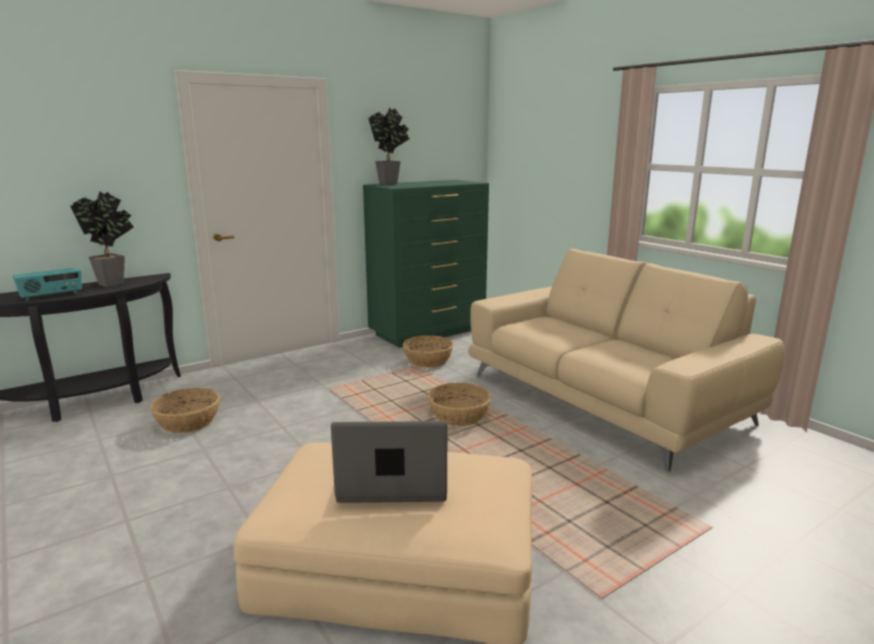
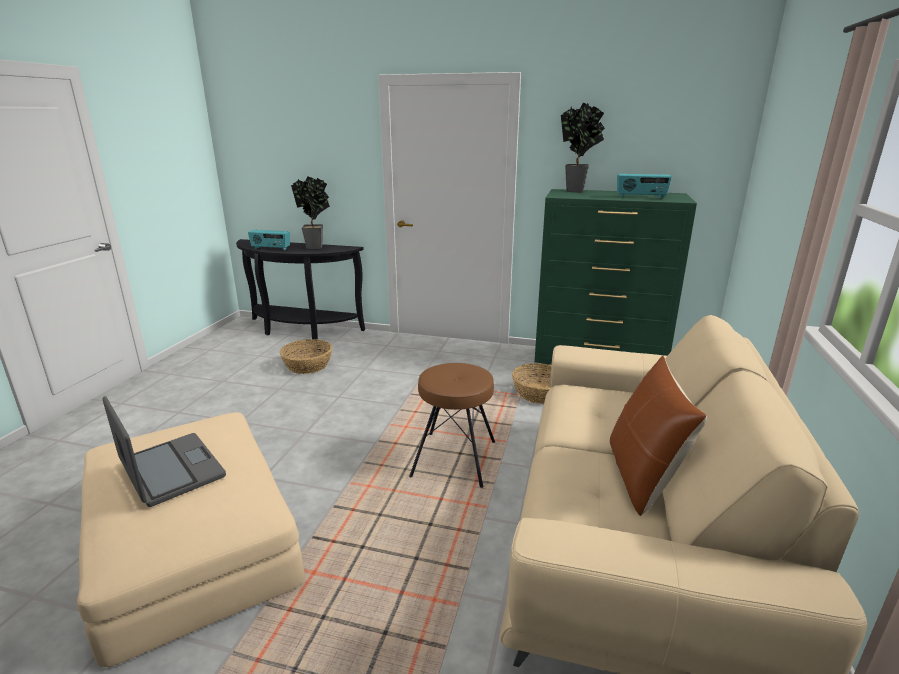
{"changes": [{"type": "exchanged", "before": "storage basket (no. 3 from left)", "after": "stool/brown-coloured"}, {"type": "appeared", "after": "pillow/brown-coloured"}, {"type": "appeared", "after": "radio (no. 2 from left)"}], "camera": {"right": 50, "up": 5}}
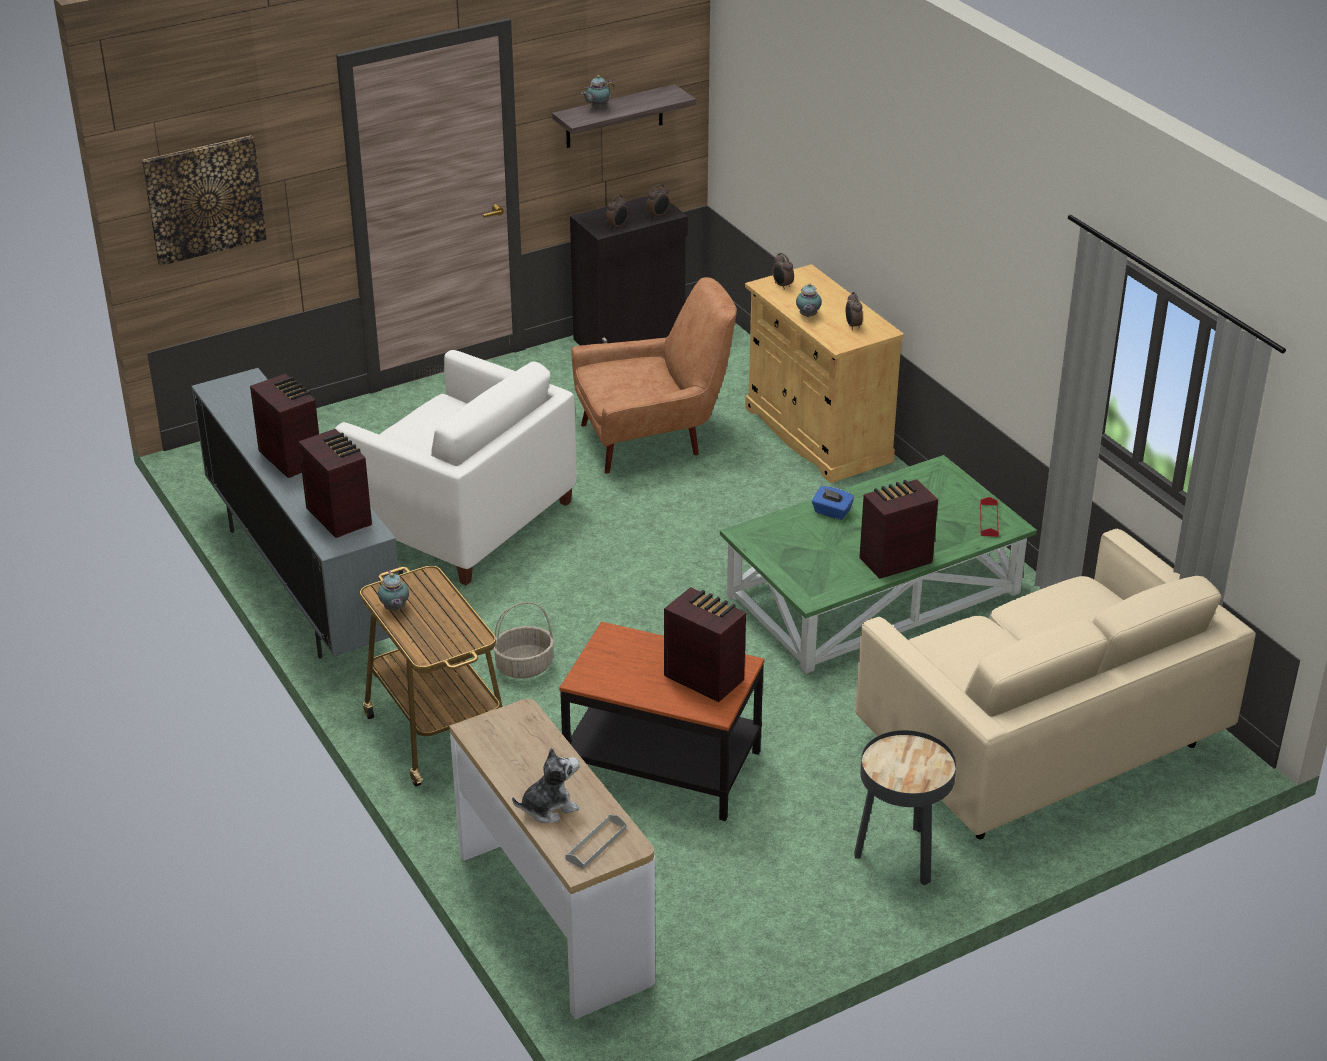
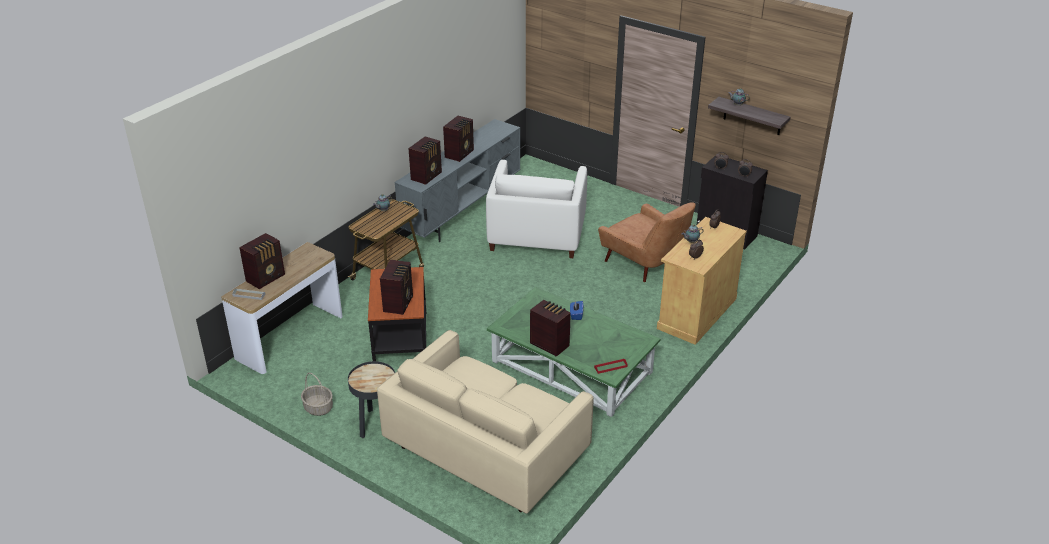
{"changes": [{"type": "exchanged", "before": "soft toy", "after": "radio (no. 1 from left)"}, {"type": "relocated", "before": "storage basket"}, {"type": "missing", "before": "wall art"}], "camera": {"right": 65, "up": 0}}
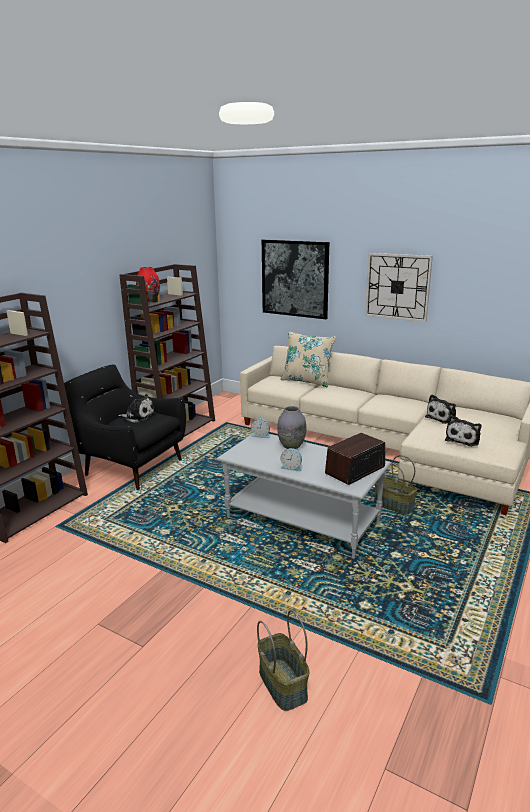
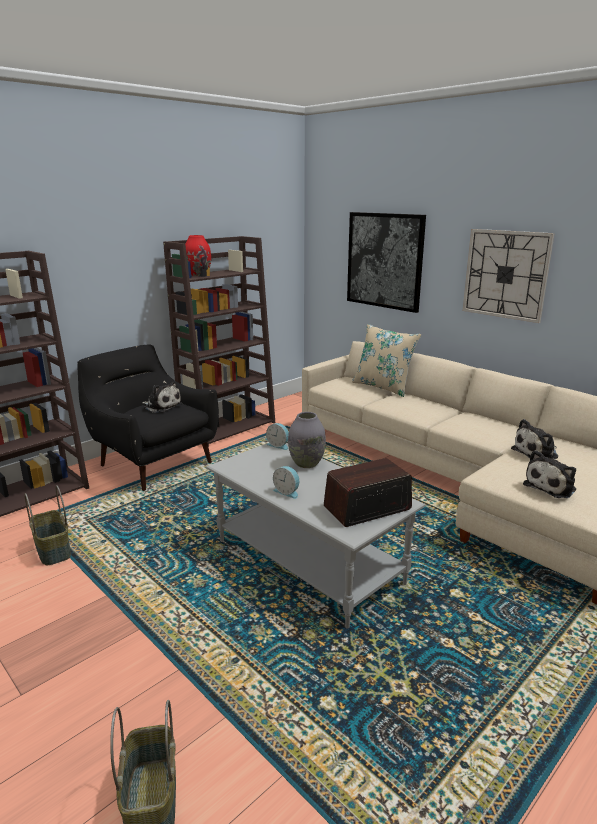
{"changes": [{"type": "relocated", "before": "storage basket (no. 2 from left in the first image)", "after": "storage basket (no. 1 from left)"}], "camera": {"right": 15, "up": 0}}
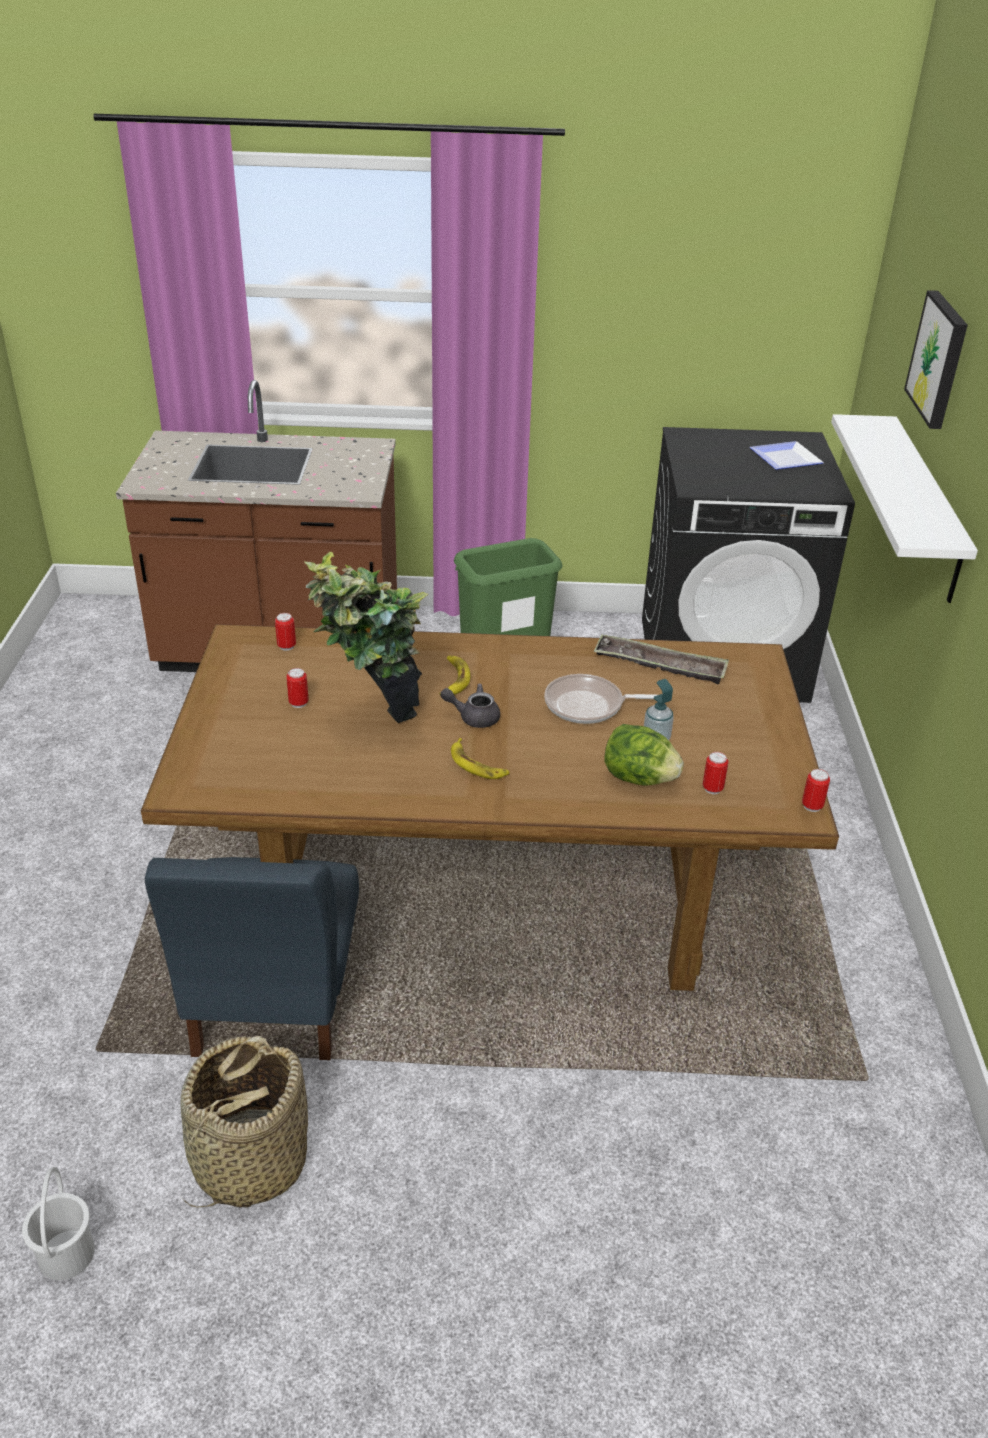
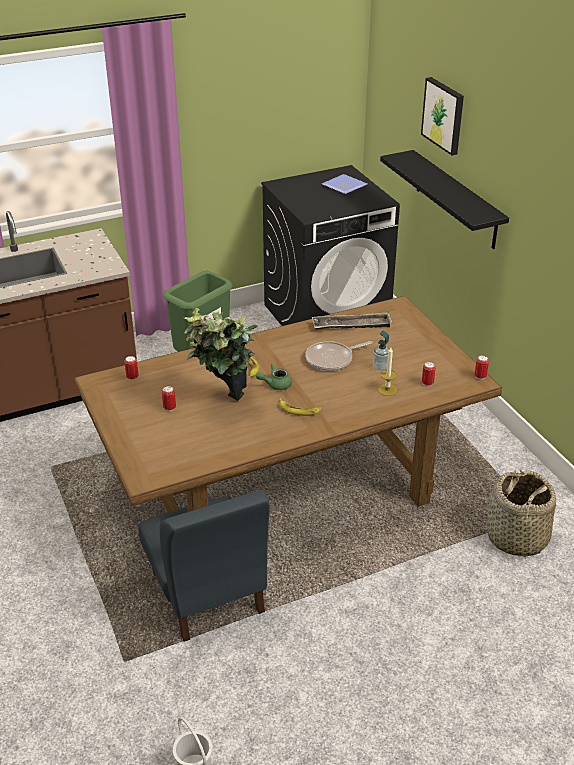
{"changes": [{"type": "colour", "before": "pot for tea/grey", "after": "pot for tea/greenish"}, {"type": "exchanged", "before": "head of lettuce", "after": "wax light"}, {"type": "colour", "before": "bracket shelf/white-coloured", "after": "bracket shelf/black"}, {"type": "relocated", "before": "storage basket"}], "camera": {"right": -25, "up": 0}}
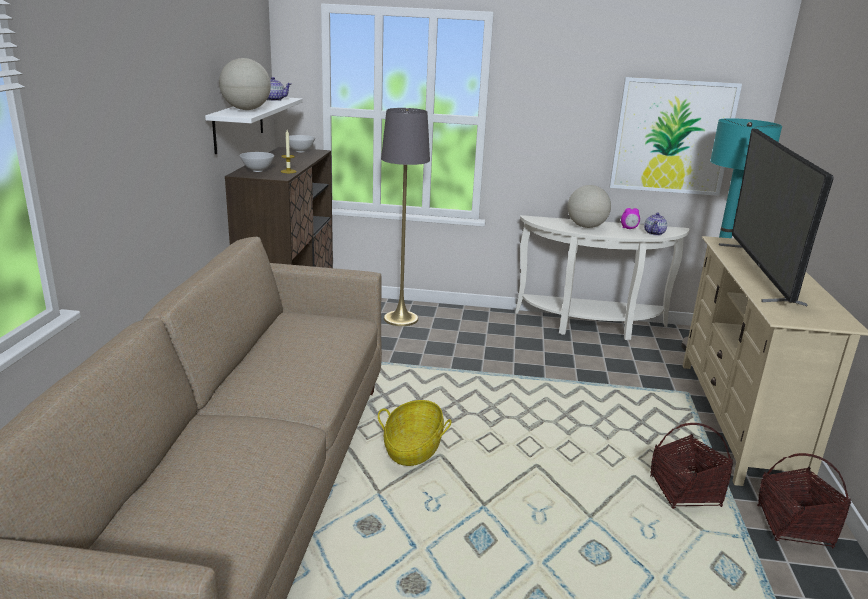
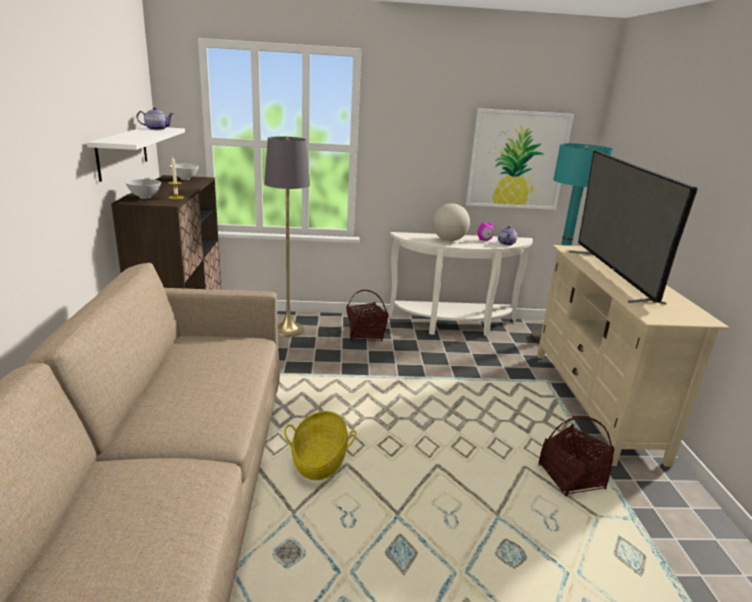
{"changes": [{"type": "relocated", "before": "storage basket (no. 3 from left in the first image)", "after": "storage basket (no. 2 from left)"}, {"type": "missing", "before": "world globe (no. 1 from left)"}], "camera": {"right": -10, "up": 0}}
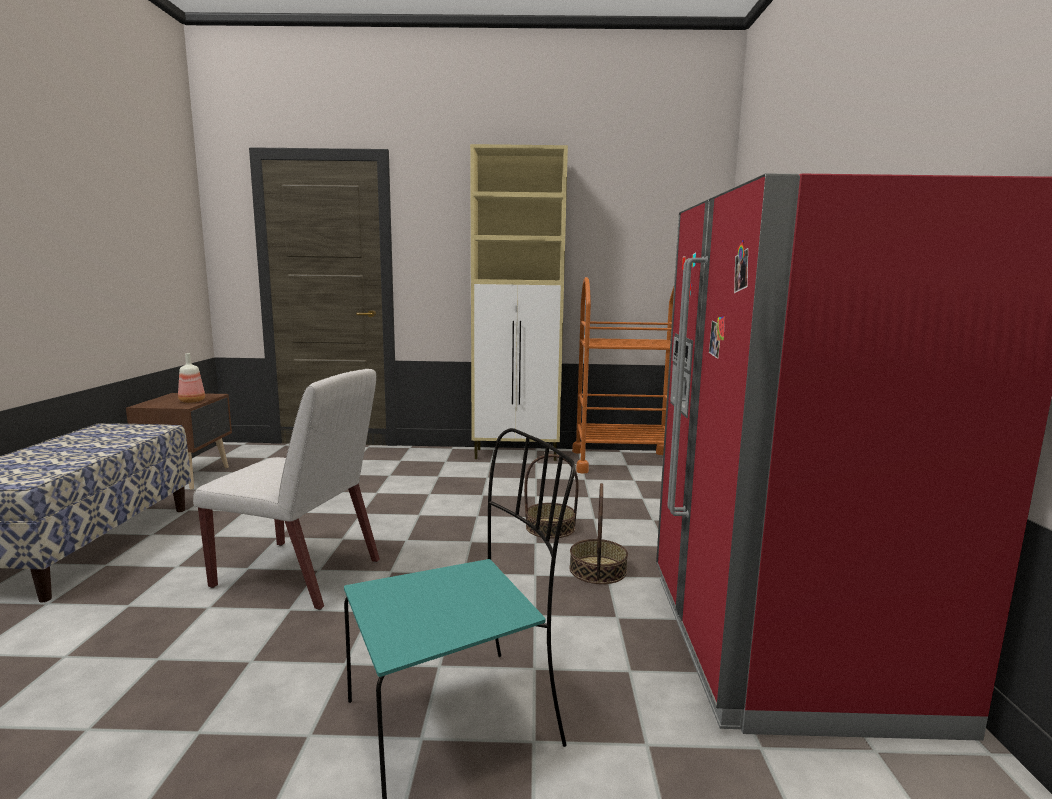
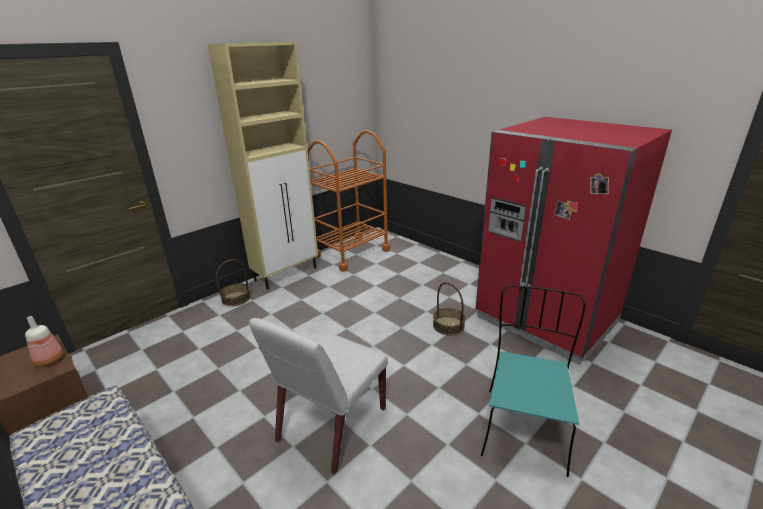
{"changes": [{"type": "relocated", "before": "storage basket (no. 1 from left)"}, {"type": "spun", "before": "chair/white-coloured", "turn": 150}], "camera": {"right": -45, "up": 15}}
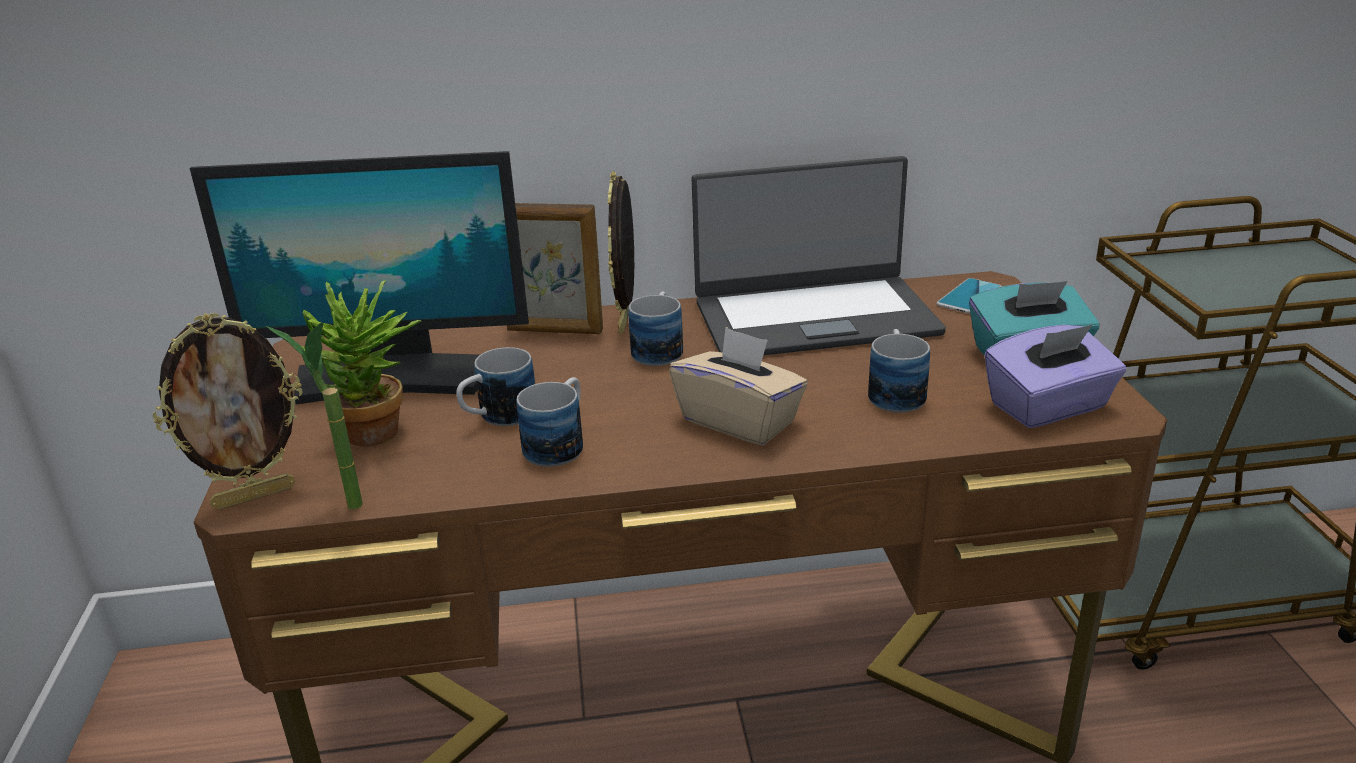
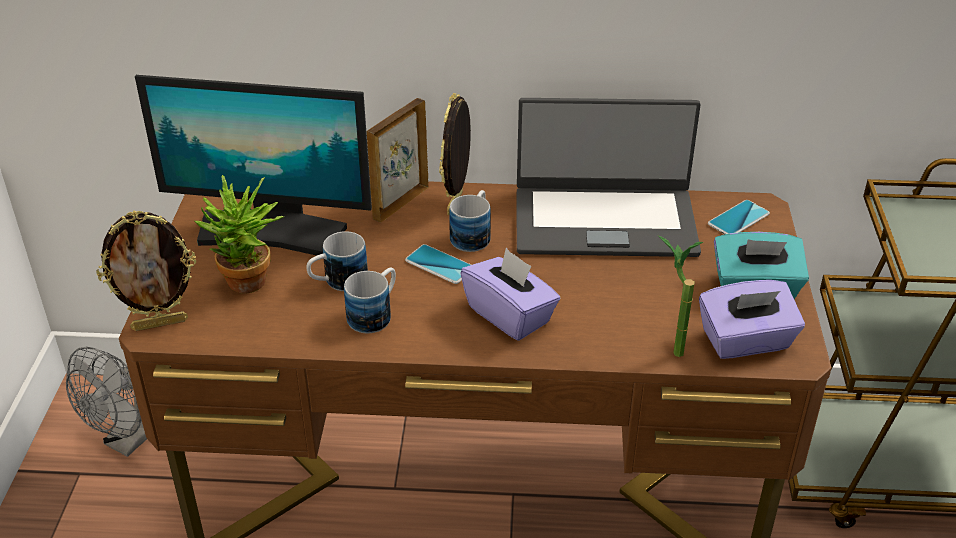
{"changes": [{"type": "appeared", "after": "cooling fan/grey"}, {"type": "spun", "before": "standing frame (no. 2 from left)", "turn": 105}, {"type": "appeared", "after": "handset (no. 1 from left)"}, {"type": "colour", "before": "tissue box/beige", "after": "tissue box/purple-coloured (no. 1 from left)"}, {"type": "relocated", "before": "potted plant (no. 1 from left in the first image)", "after": "potted plant (no. 2 from left)"}, {"type": "missing", "before": "mug (no. 4 from left)"}], "camera": {"right": 10, "up": 10}}
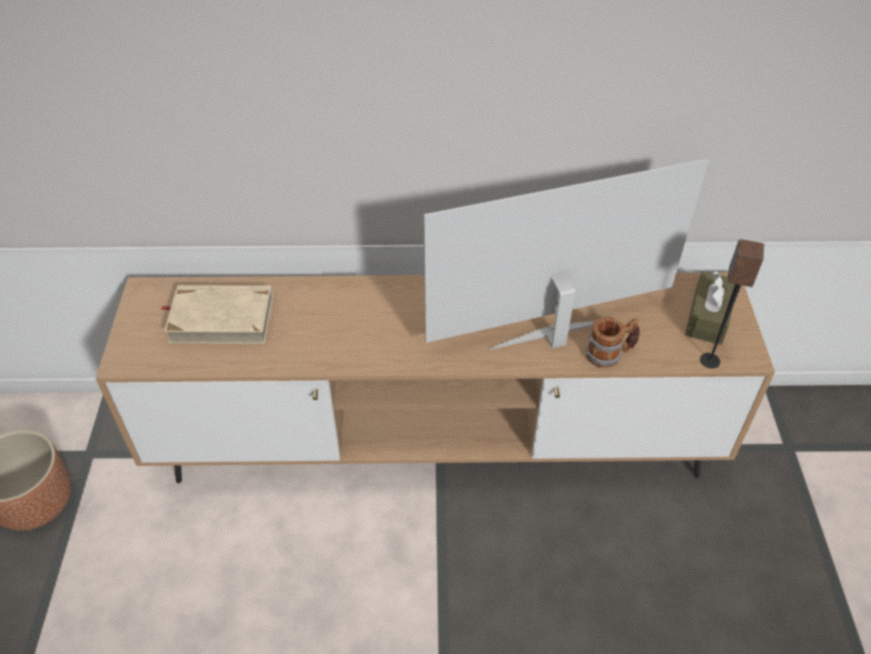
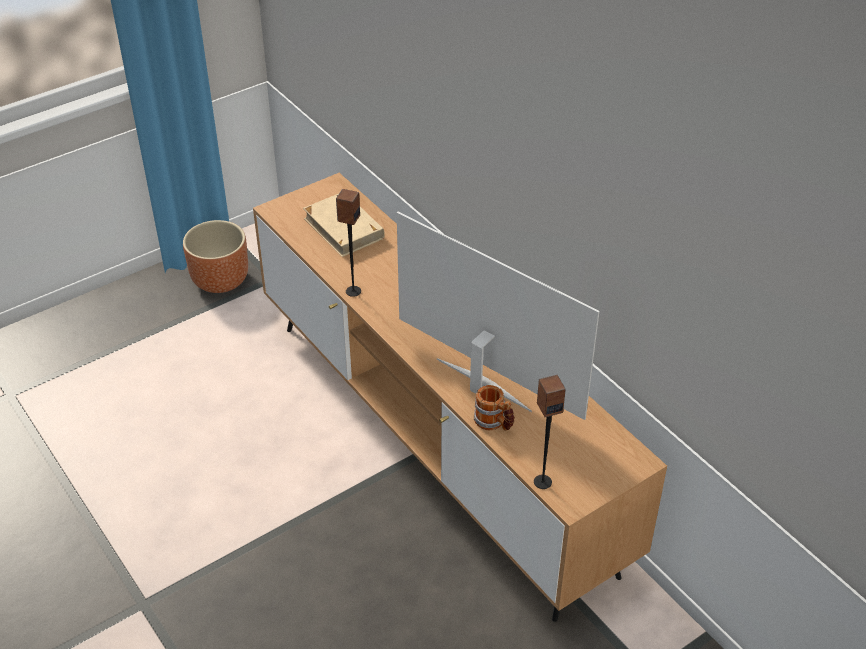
{"changes": [{"type": "appeared", "after": "speaker (no. 1 from left)"}, {"type": "missing", "before": "tissue box/brown-coloured"}], "camera": {"right": 55, "up": -5}}
